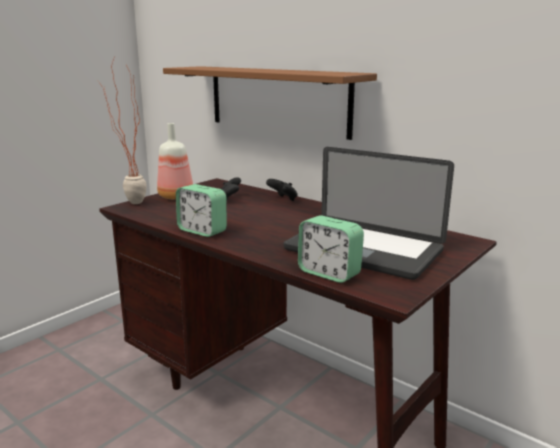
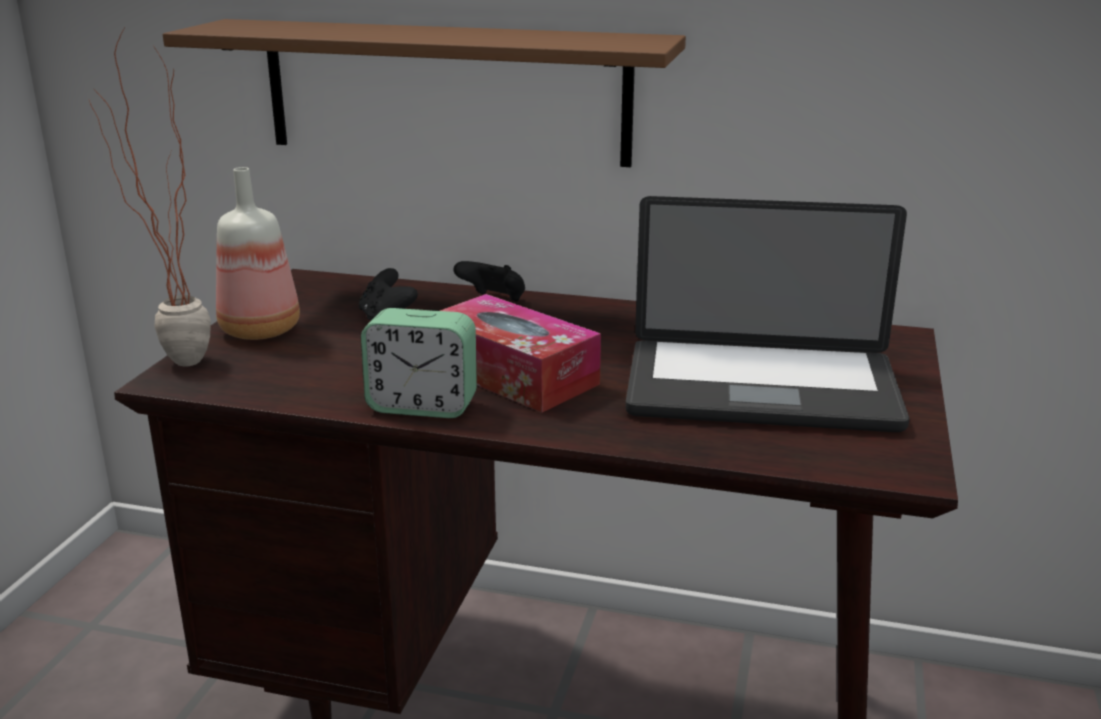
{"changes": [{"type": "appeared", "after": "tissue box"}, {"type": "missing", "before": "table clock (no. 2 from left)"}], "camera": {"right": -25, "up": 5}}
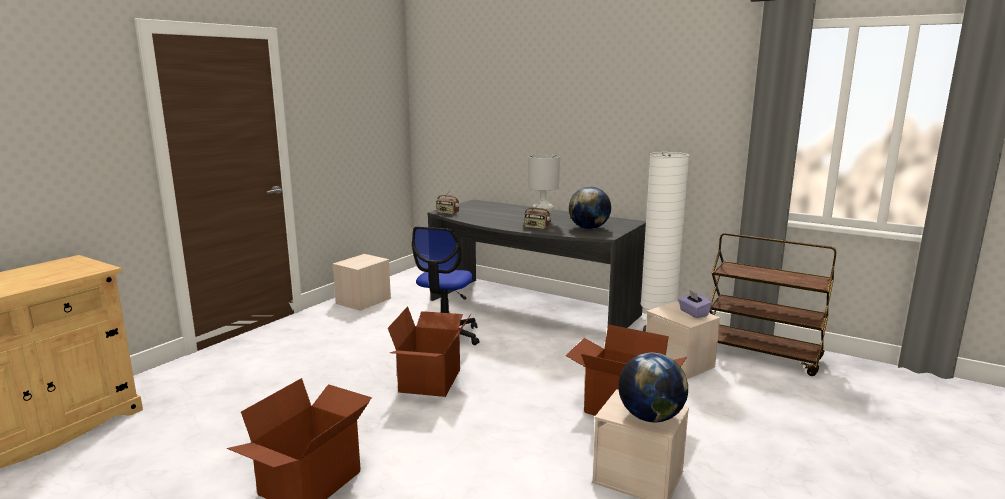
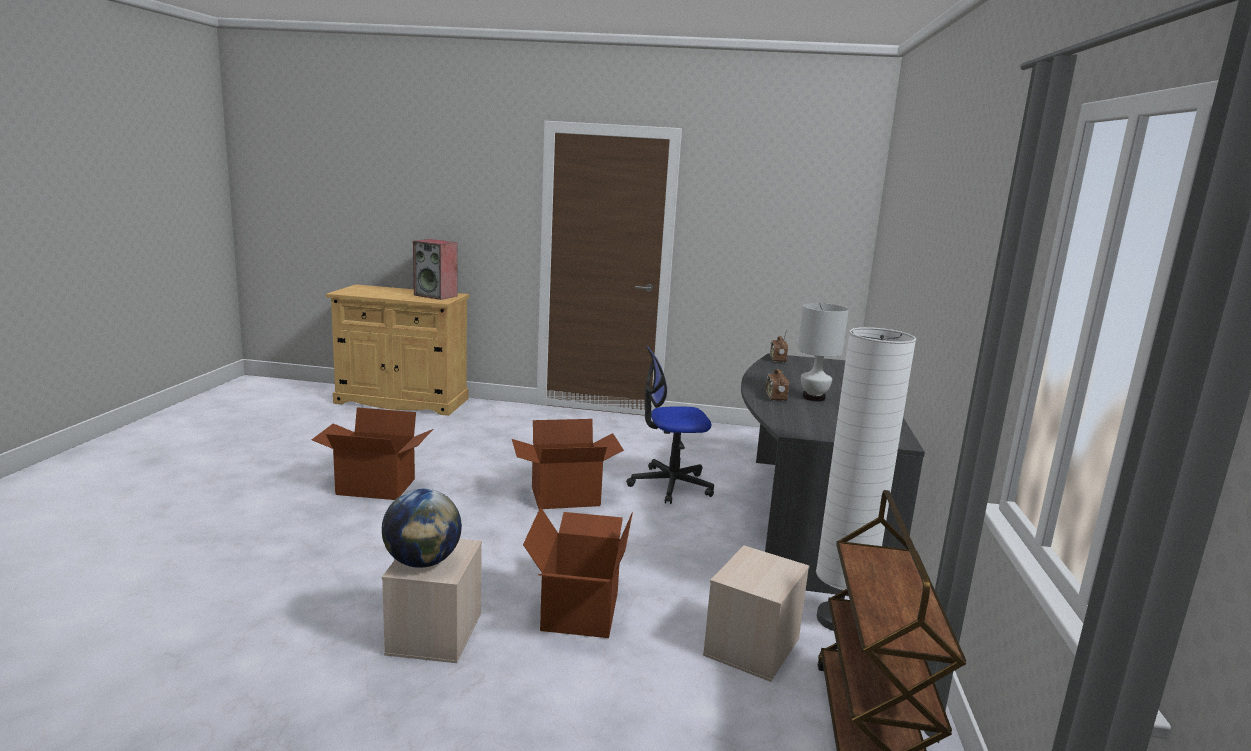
{"changes": [{"type": "appeared", "after": "speaker"}, {"type": "missing", "before": "storage bin/beige (no. 1 from left)"}, {"type": "missing", "before": "world globe (no. 1 from left)"}, {"type": "missing", "before": "tissue box/purple-coloured"}], "camera": {"right": 65, "up": 0}}
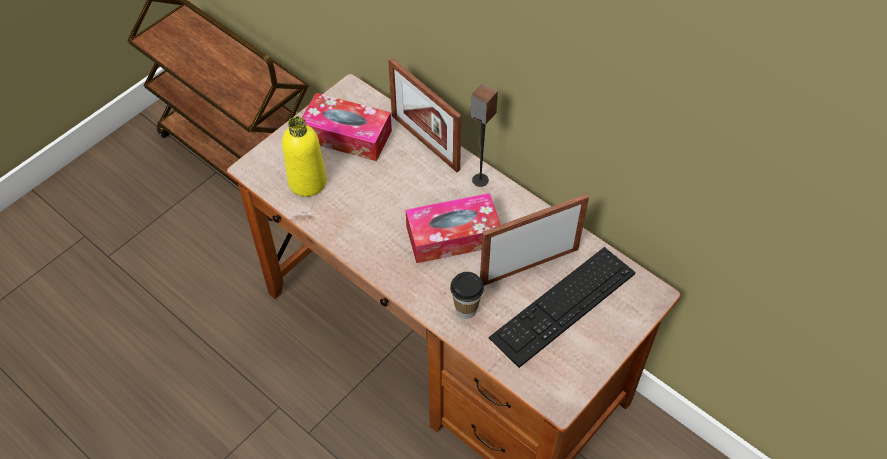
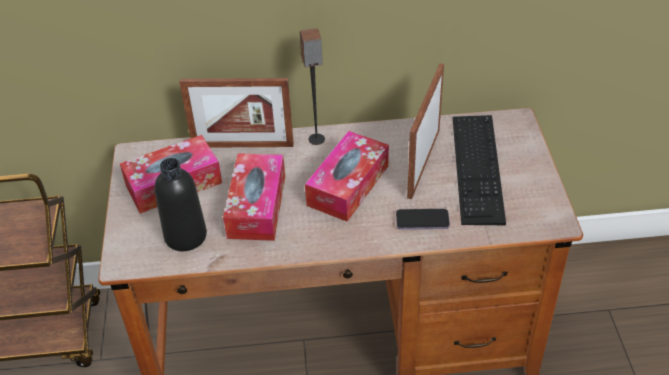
{"changes": [{"type": "colour", "before": "bottle/yellow", "after": "bottle/black"}, {"type": "appeared", "after": "tissue box (no. 2 from left)"}, {"type": "exchanged", "before": "small cup", "after": "handset"}], "camera": {"right": -45, "up": -10}}
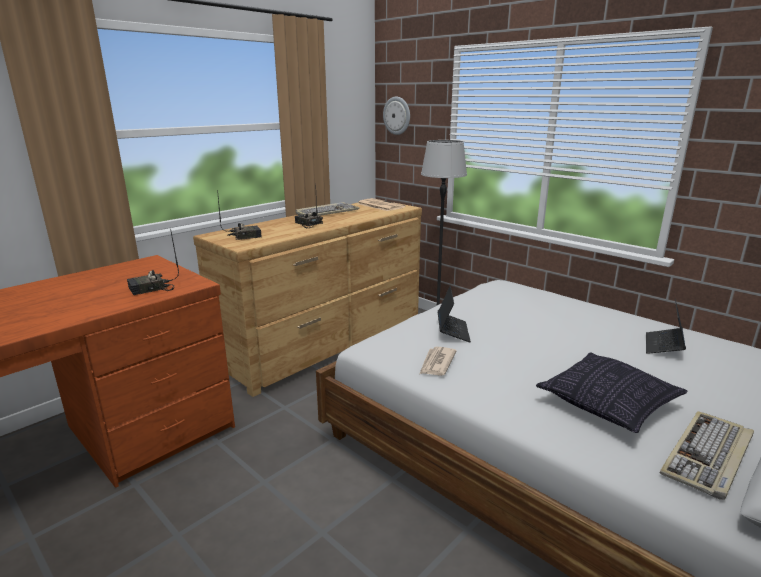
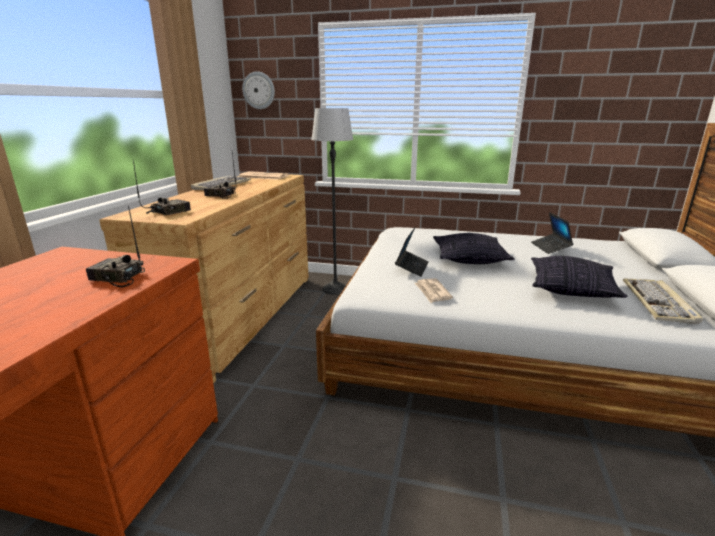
{"changes": [{"type": "spun", "before": "radio (no. 1 from left)", "turn": 75}, {"type": "spun", "before": "portable computer (no. 1 from left)", "turn": 45}, {"type": "appeared", "after": "pillow (no. 1 from left)"}], "camera": {"right": -30, "up": 0}}
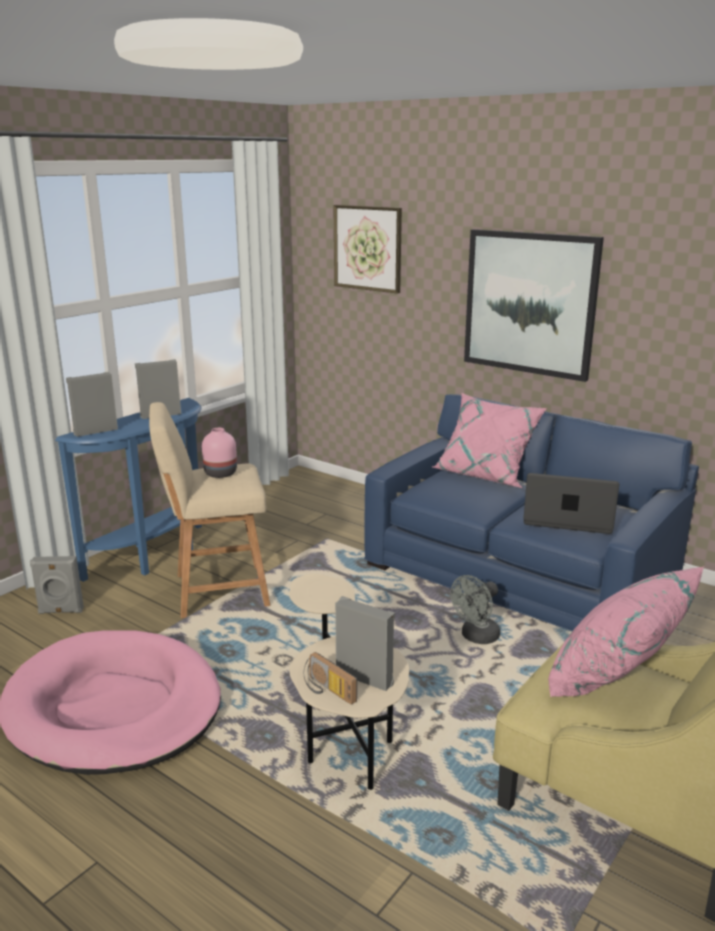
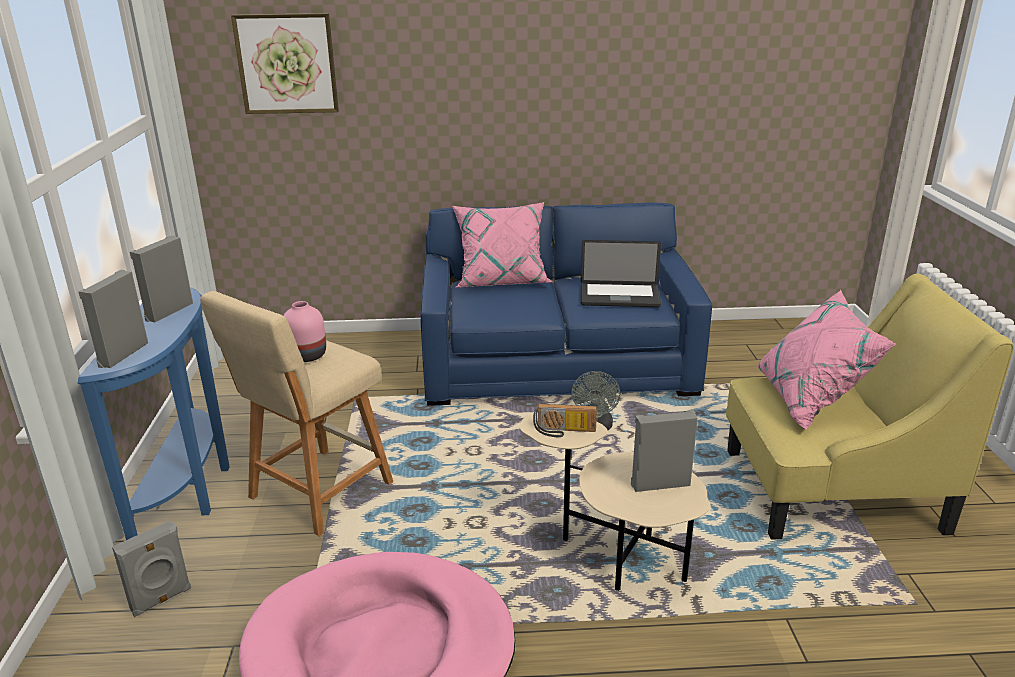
{"changes": [{"type": "relocated", "before": "radio"}, {"type": "spun", "before": "portable computer", "turn": -150}, {"type": "missing", "before": "wall art (no. 2 from left)"}], "camera": {"right": -40, "up": 5}}
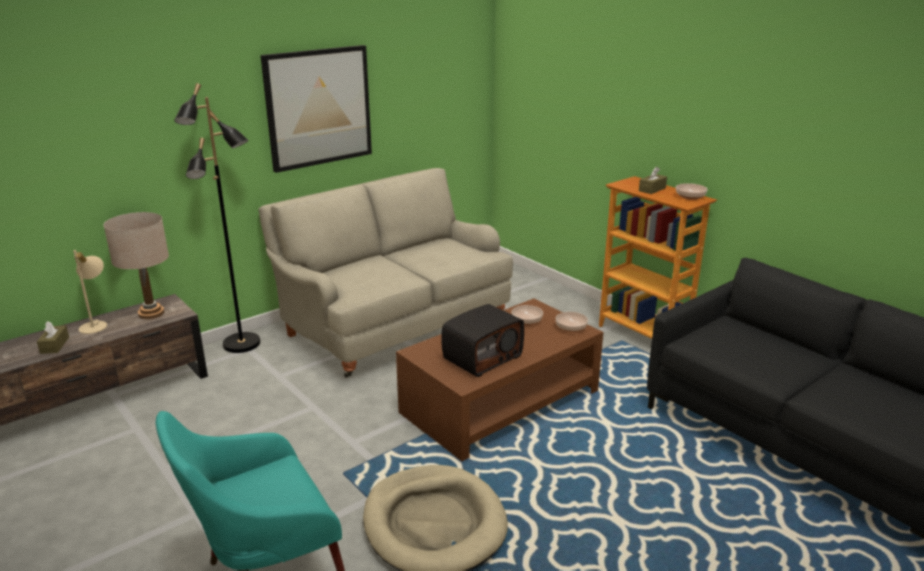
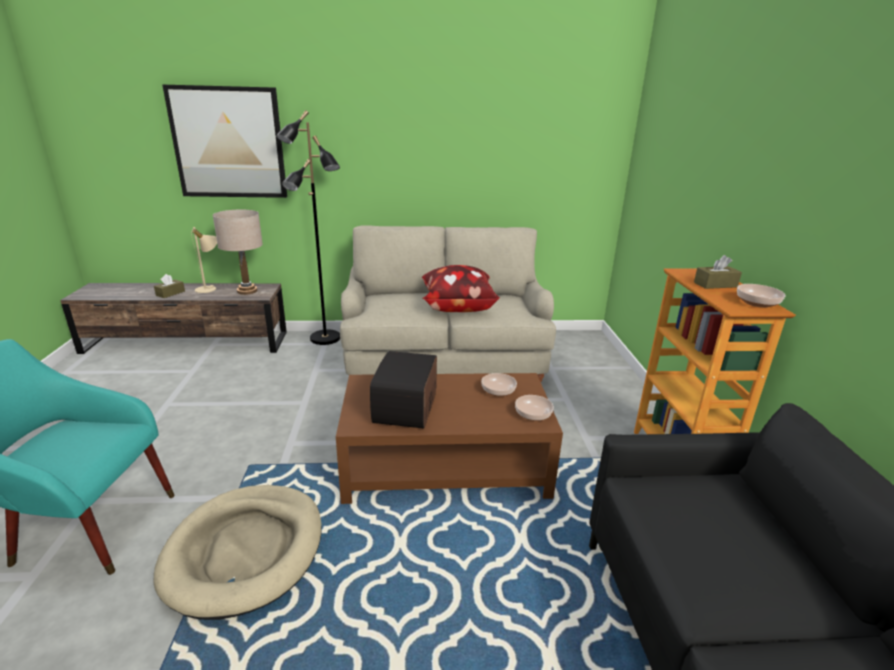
{"changes": [{"type": "relocated", "before": "wall art"}, {"type": "spun", "before": "radio", "turn": 105}, {"type": "appeared", "after": "pillow"}], "camera": {"right": 35, "up": 0}}
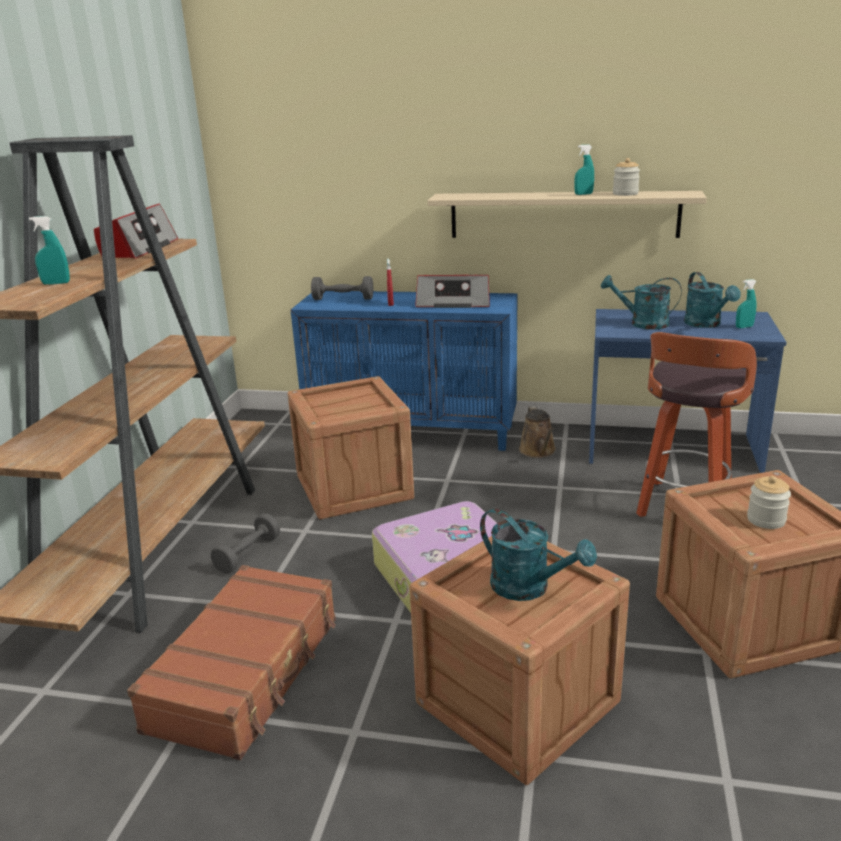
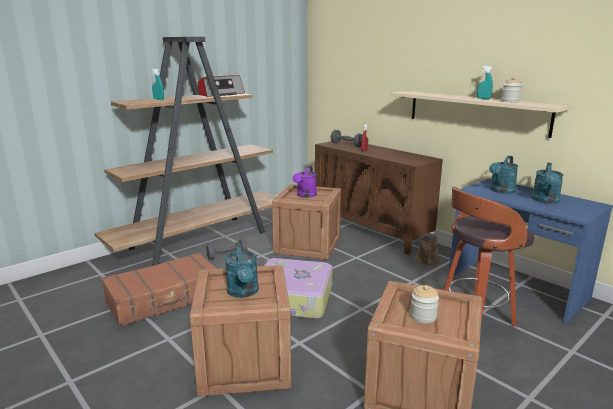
{"changes": [{"type": "appeared", "after": "sprinkling can/purple-coloured"}, {"type": "colour", "before": "storage cabinet/blue-coloured", "after": "storage cabinet/brown-coloured"}, {"type": "spun", "before": "sprinkling can/blue-green (no. 2 from left)", "turn": -105}, {"type": "missing", "before": "radio (no. 2 from left)"}, {"type": "missing", "before": "hand sprayer/blue-green (no. 3 from left)"}], "camera": {"right": 35, "up": -5}}
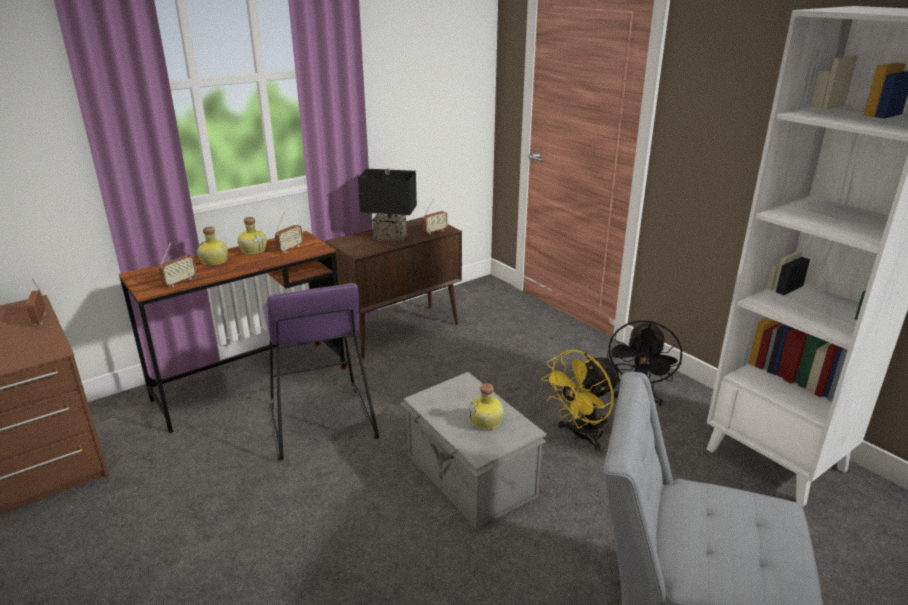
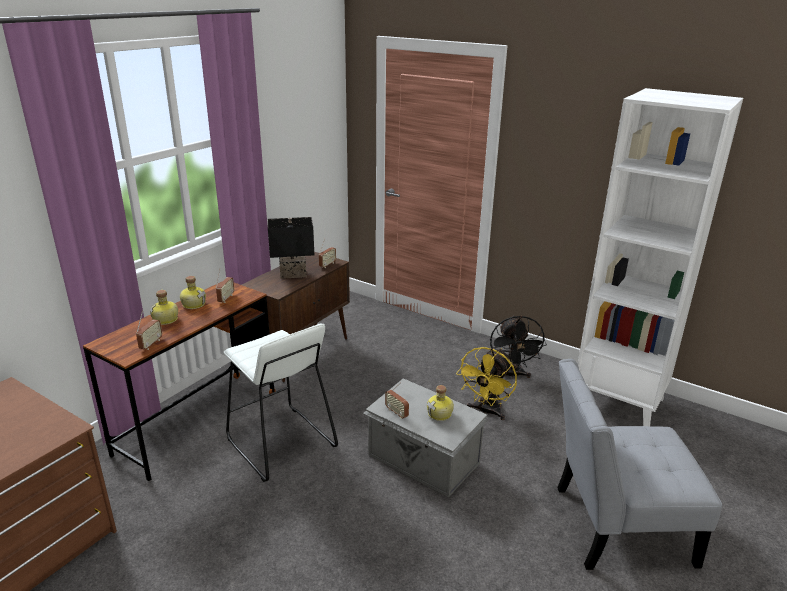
{"changes": [{"type": "colour", "before": "stool/purple-coloured", "after": "stool/white-coloured"}, {"type": "relocated", "before": "radio (no. 1 from left in the first image)", "after": "radio (no. 4 from left)"}], "camera": {"right": -20, "up": 0}}
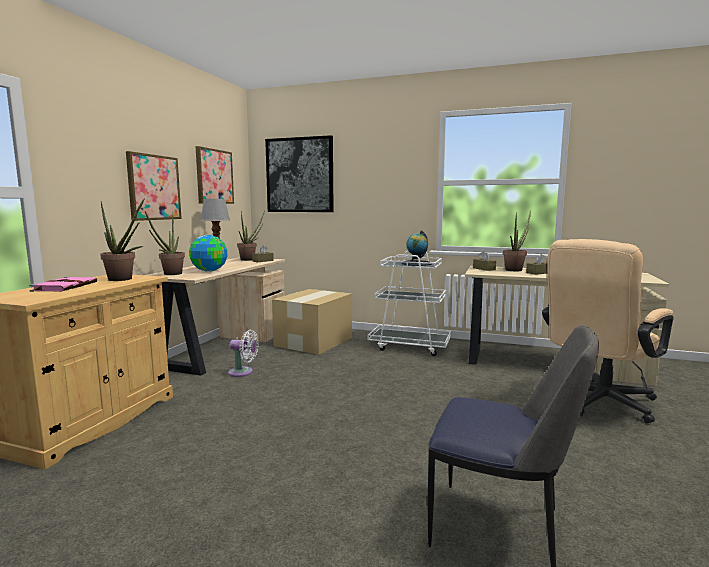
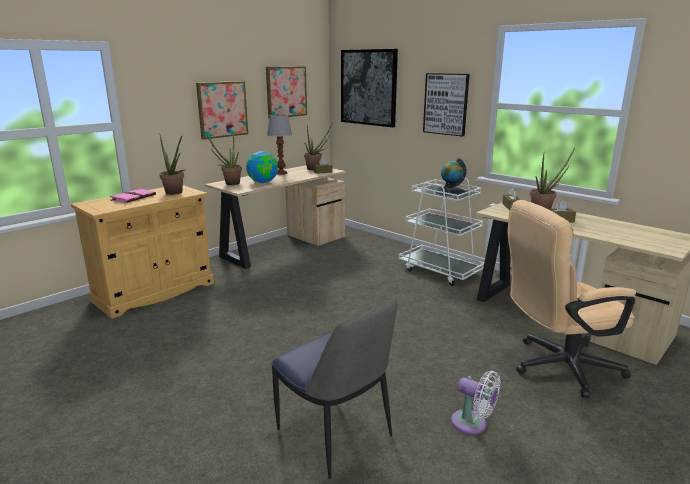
{"changes": [{"type": "appeared", "after": "wall art (no. 4 from left)"}, {"type": "relocated", "before": "cooling fan/white-coloured"}, {"type": "missing", "before": "packing box"}], "camera": {"right": 25, "up": 10}}
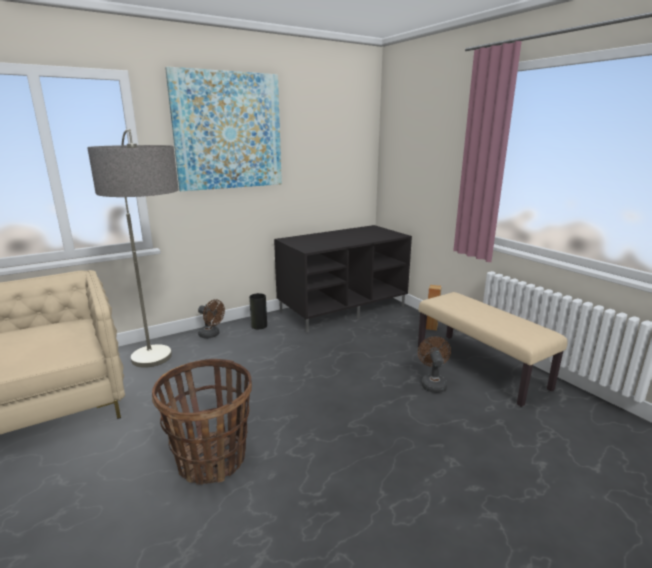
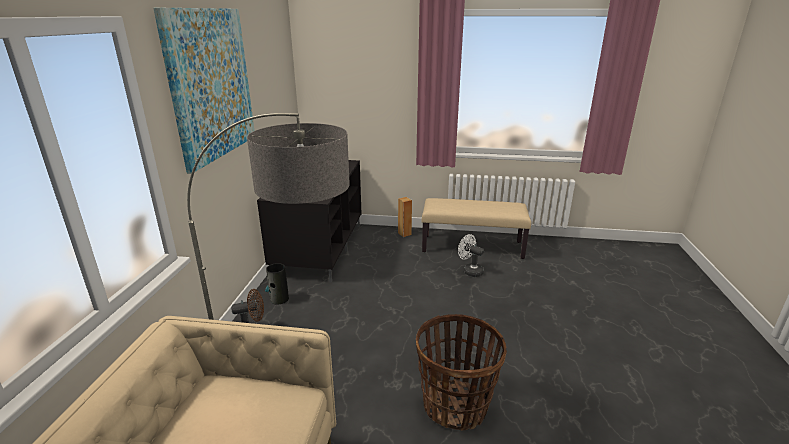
{"changes": [{"type": "colour", "before": "cooling fan/brown-coloured (no. 2 from left)", "after": "cooling fan/white-coloured"}], "camera": {"right": -50, "up": 5}}
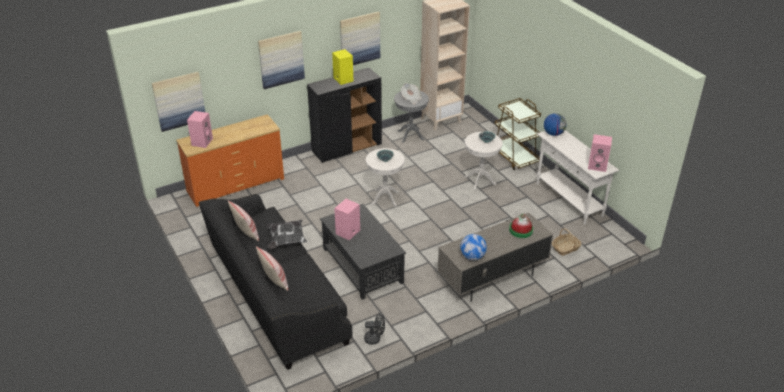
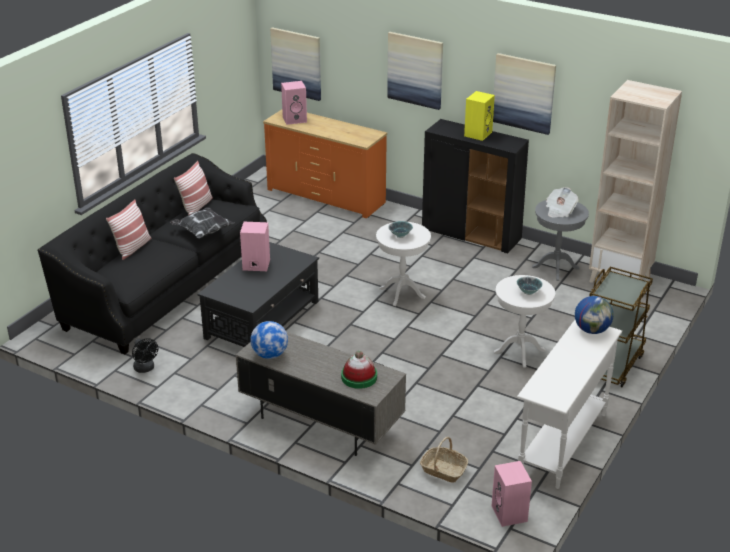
{"changes": [{"type": "relocated", "before": "speaker/pink (no. 3 from left)"}], "camera": {"right": 60, "up": -5}}
